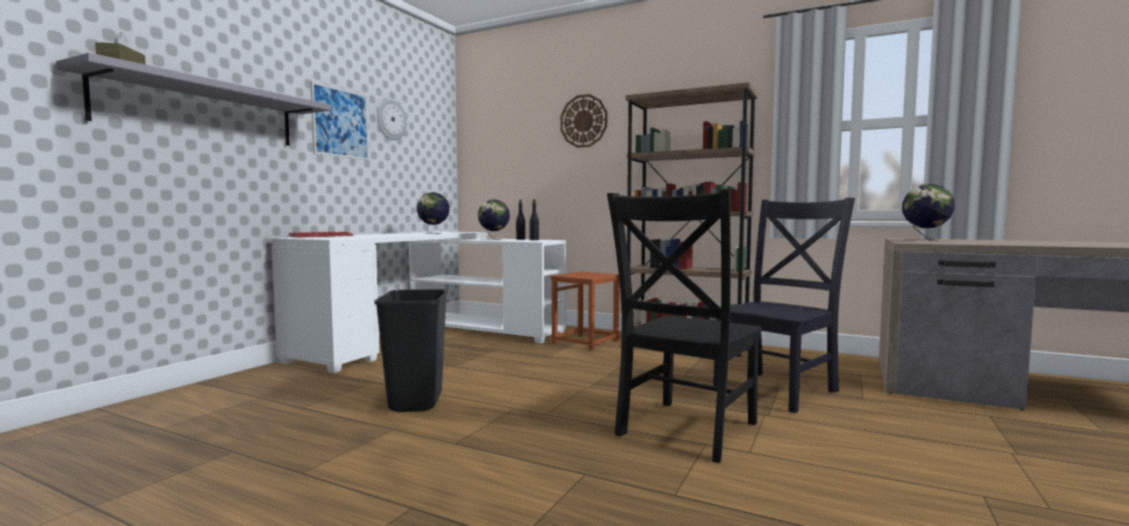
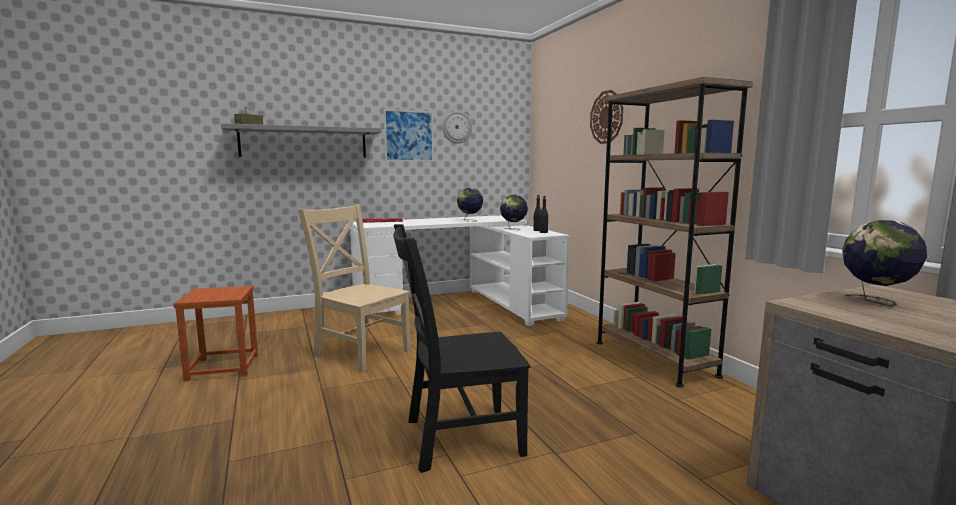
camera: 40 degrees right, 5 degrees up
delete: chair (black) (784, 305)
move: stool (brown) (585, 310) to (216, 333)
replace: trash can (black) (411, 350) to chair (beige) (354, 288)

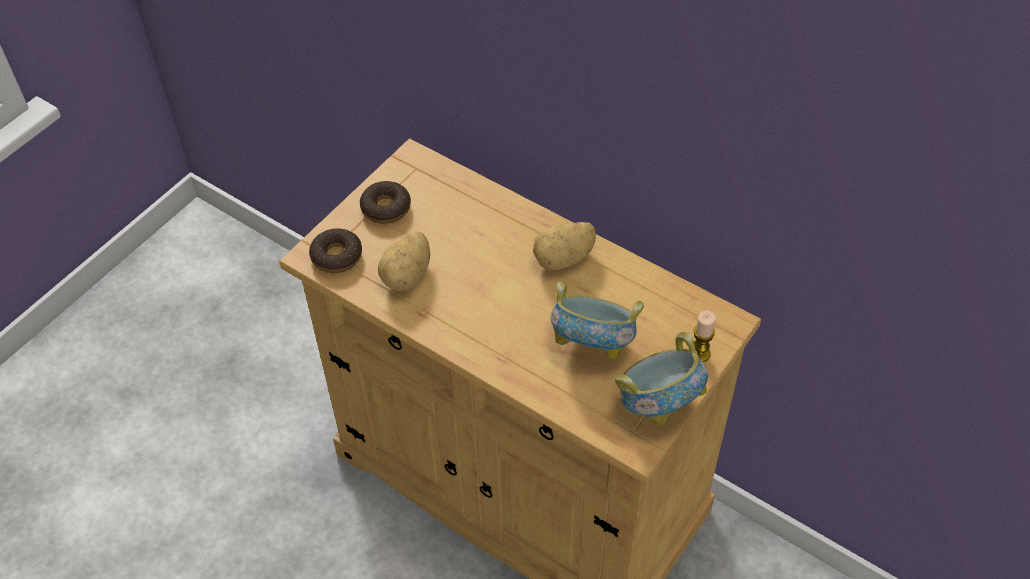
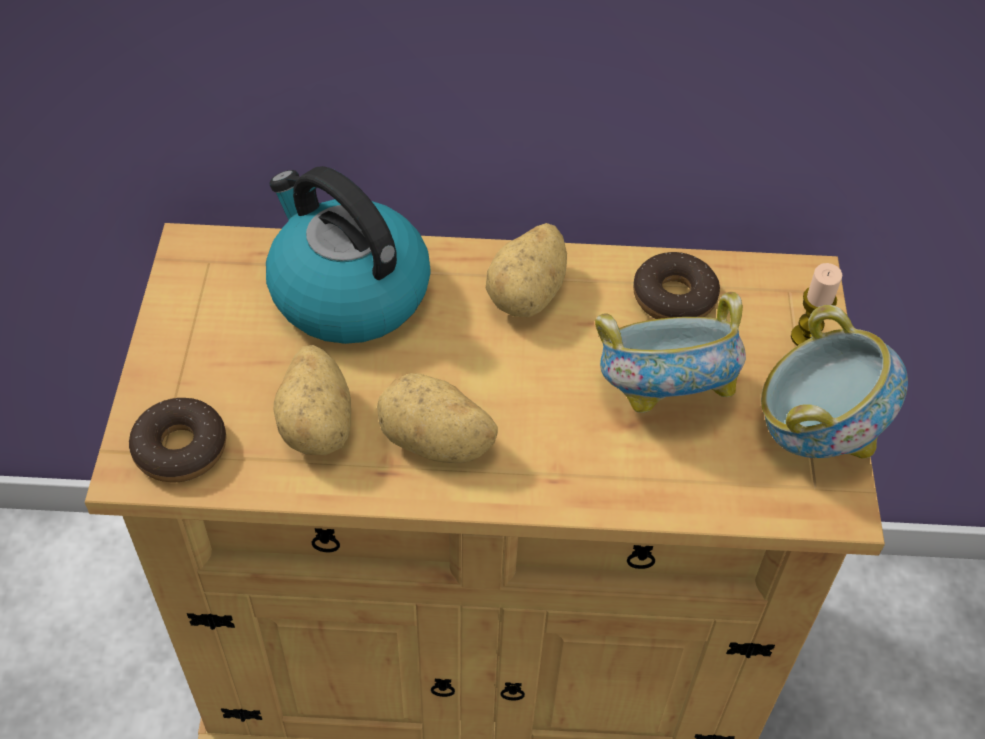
camera: 35 degrees left, 0 degrees up
insert: kettle (348, 255); potato (437, 418)
move: donut (385, 202) to (676, 285)

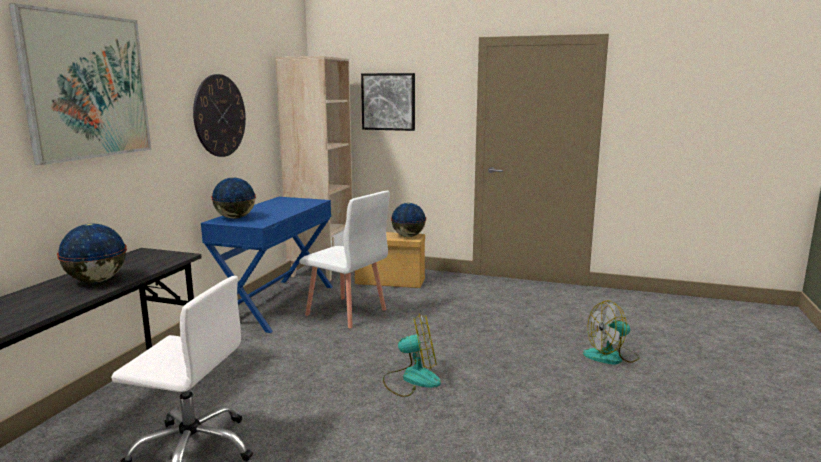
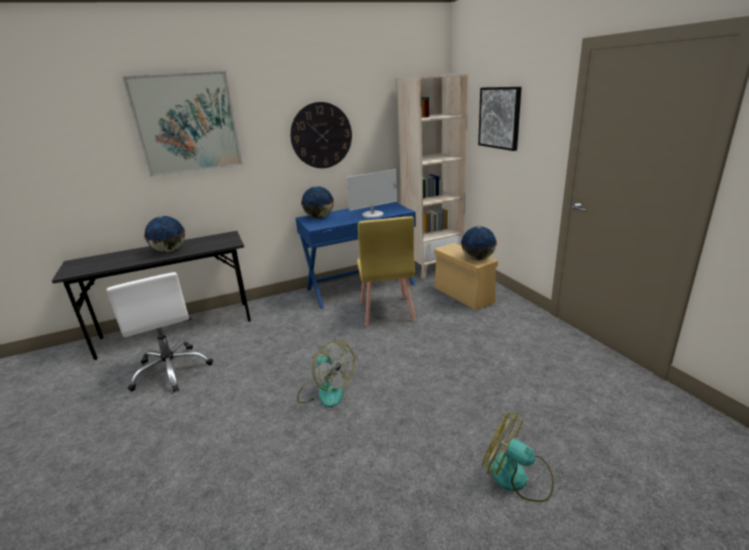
camera: 50 degrees right, 10 degrees up
insert: monitor (371, 193)
recolor: chair (white) (344, 259) to chair (yellow) (386, 271)

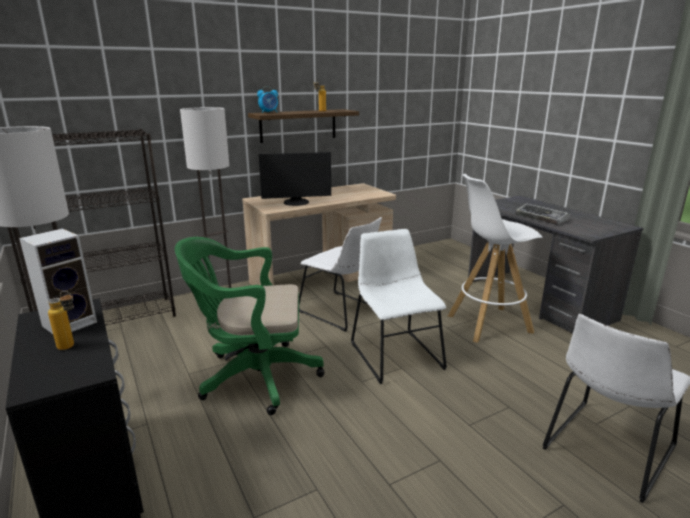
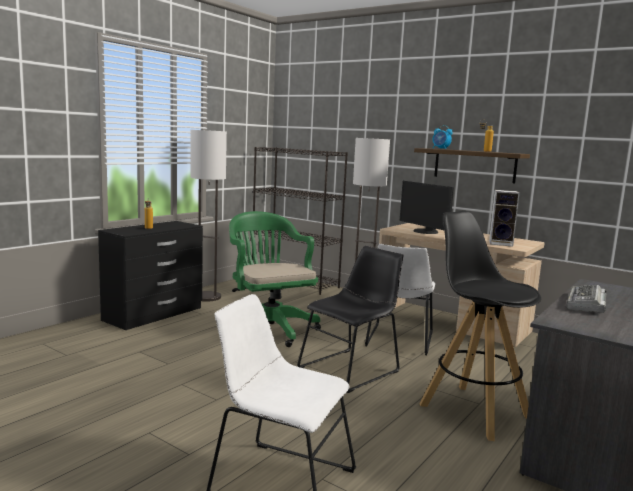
camera: 65 degrees right, 10 degrees down
move: speaker (58, 281) to (504, 218)
recolor: chair (white) (399, 306) to chair (black) (350, 319); stool (white) (495, 258) to stool (black) (480, 326)

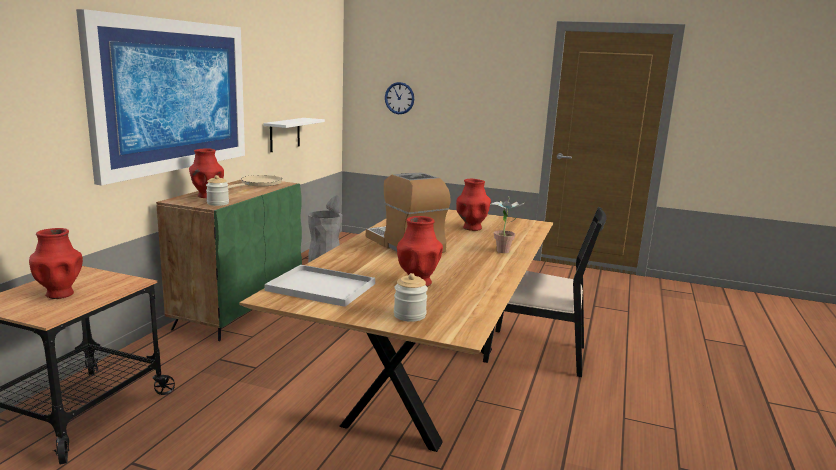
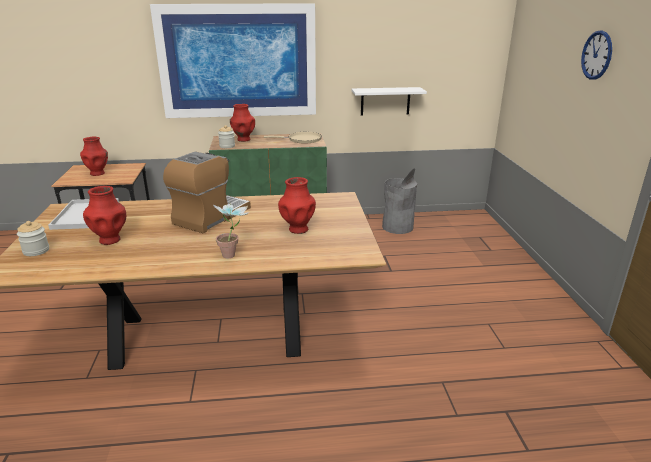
camera: 65 degrees right, 10 degrees up
delete: chair (black) (545, 292)
move: wall clock (399, 98) to (596, 54)

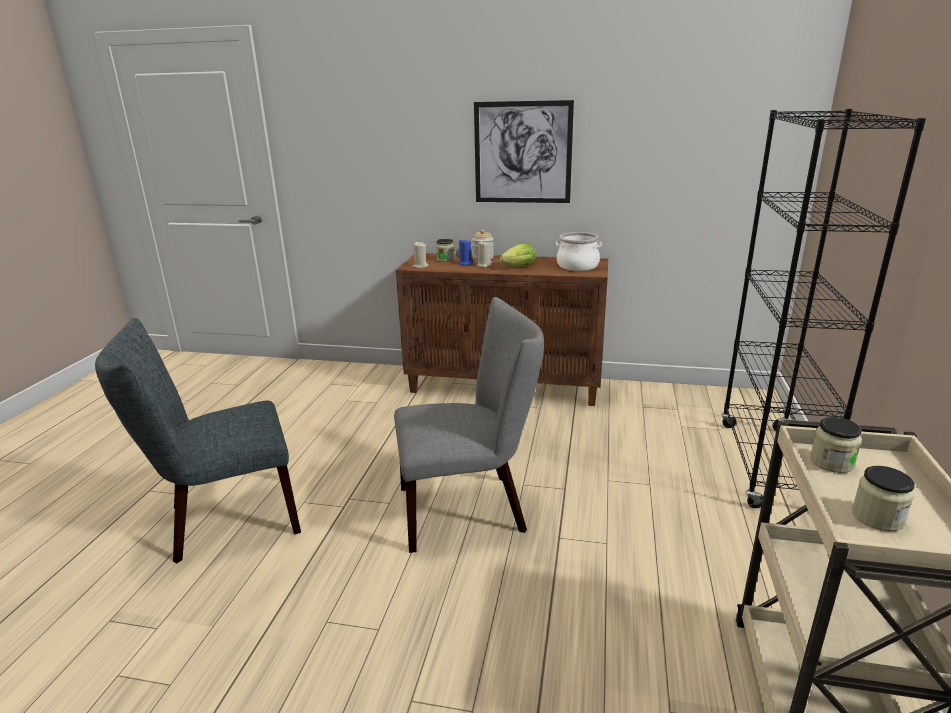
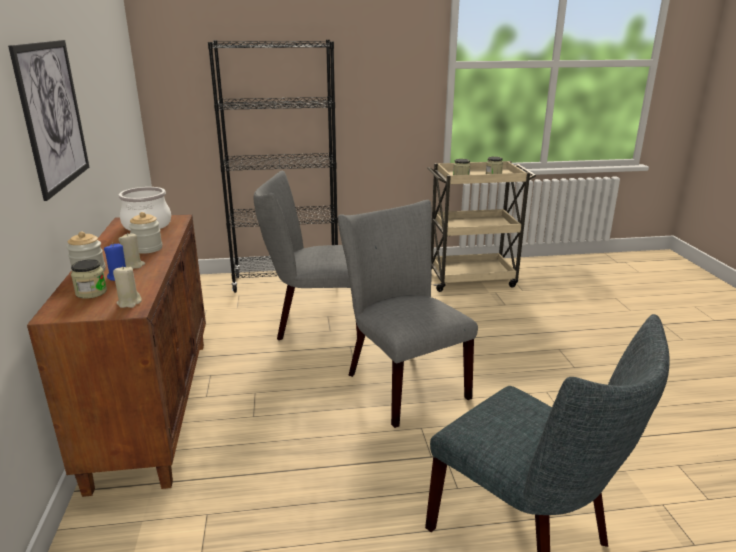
camera: 110 degrees left, 0 degrees up
insert: chair (grey) (306, 255)
replace: lettuce (518, 255) to jar (145, 233)

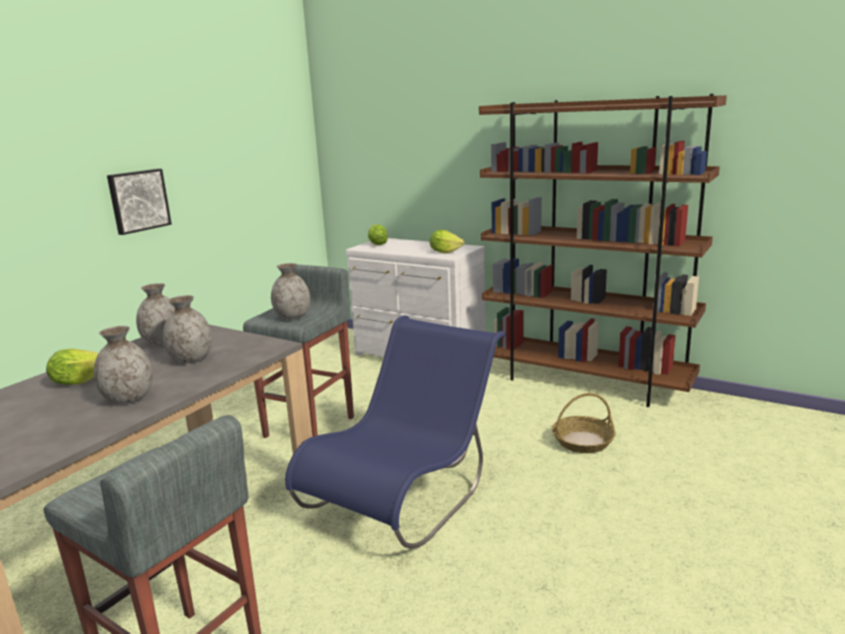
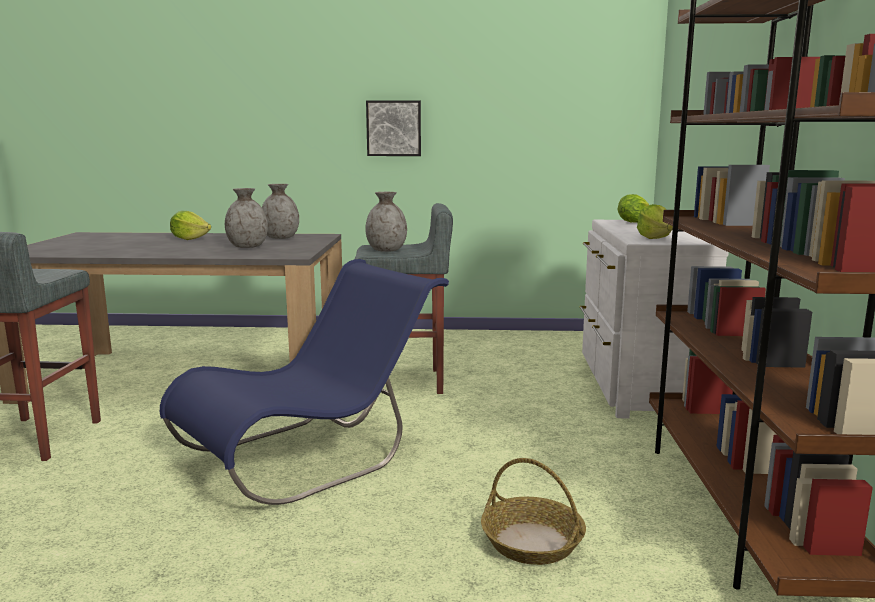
camera: 60 degrees right, 5 degrees down
delete: vase (grey) (123, 365)
rotate: chair (blue) (395, 431) = (304, 382) 45 degrees counterclockwise

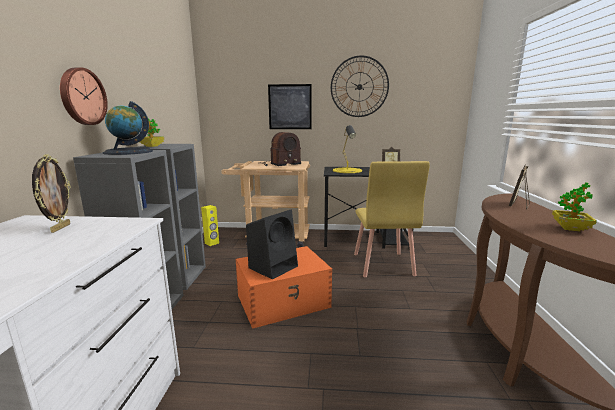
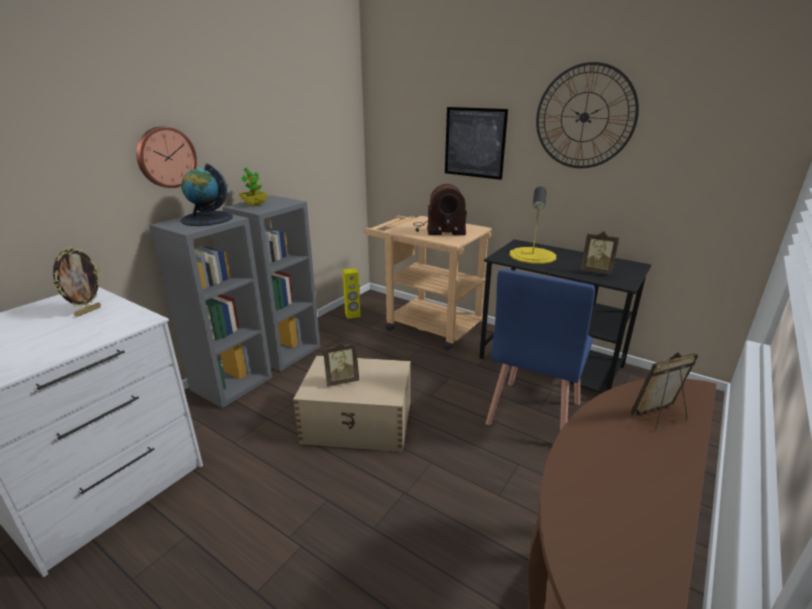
camera: 30 degrees right, 10 degrees up
delete: potted plant (574, 206)
replace: speaker (black) (272, 244) to picture frame (341, 364)
recolor: storage box (orange) (283, 287) to storage box (beige) (352, 404); chair (yellow) (392, 219) to chair (blue) (540, 350)

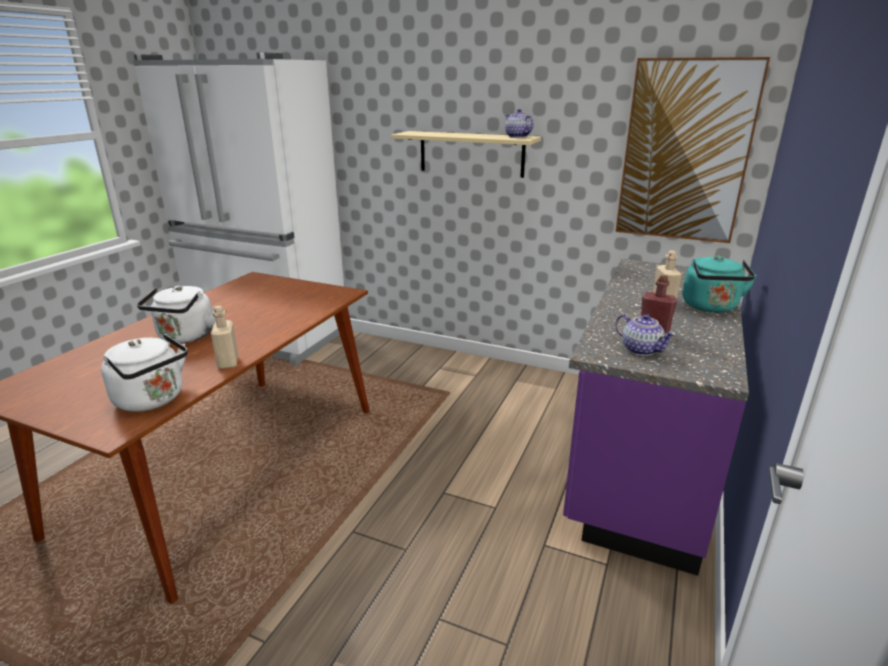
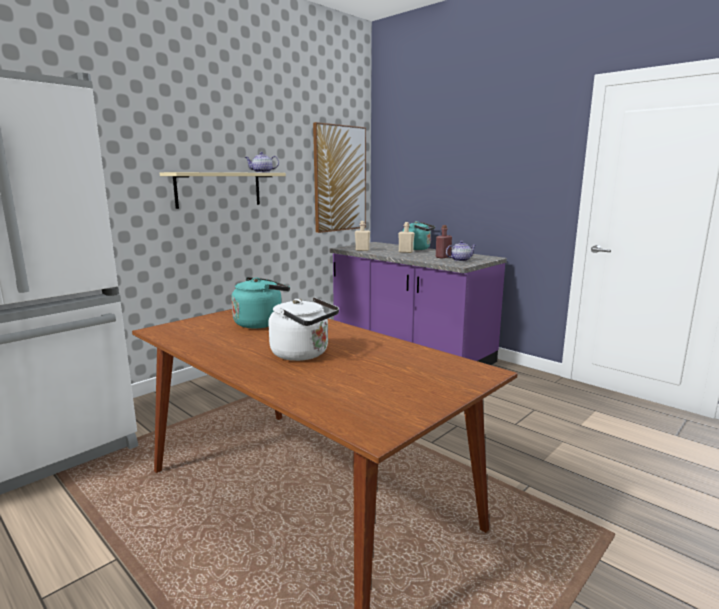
camera: 70 degrees left, 10 degrees down
delete: kettle (white) (144, 373)
insert: kettle (turquoise) (261, 302)
move: bottle (beige) (224, 337) to (362, 236)

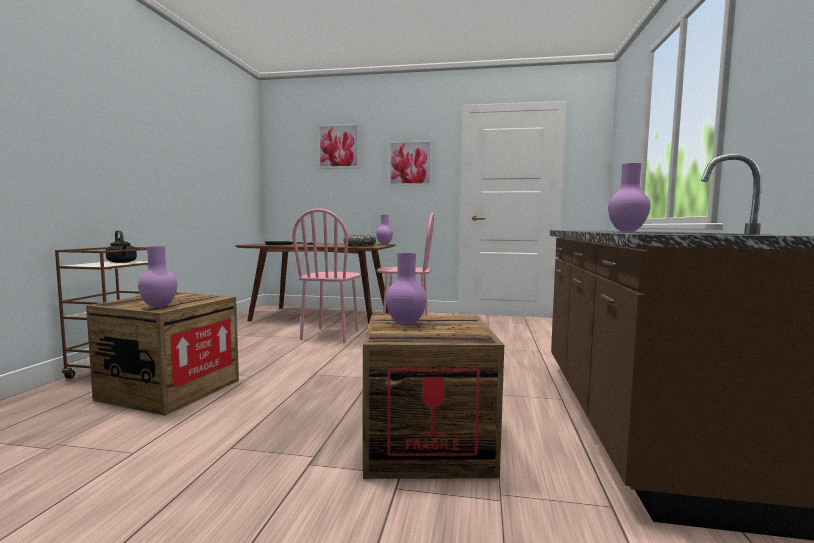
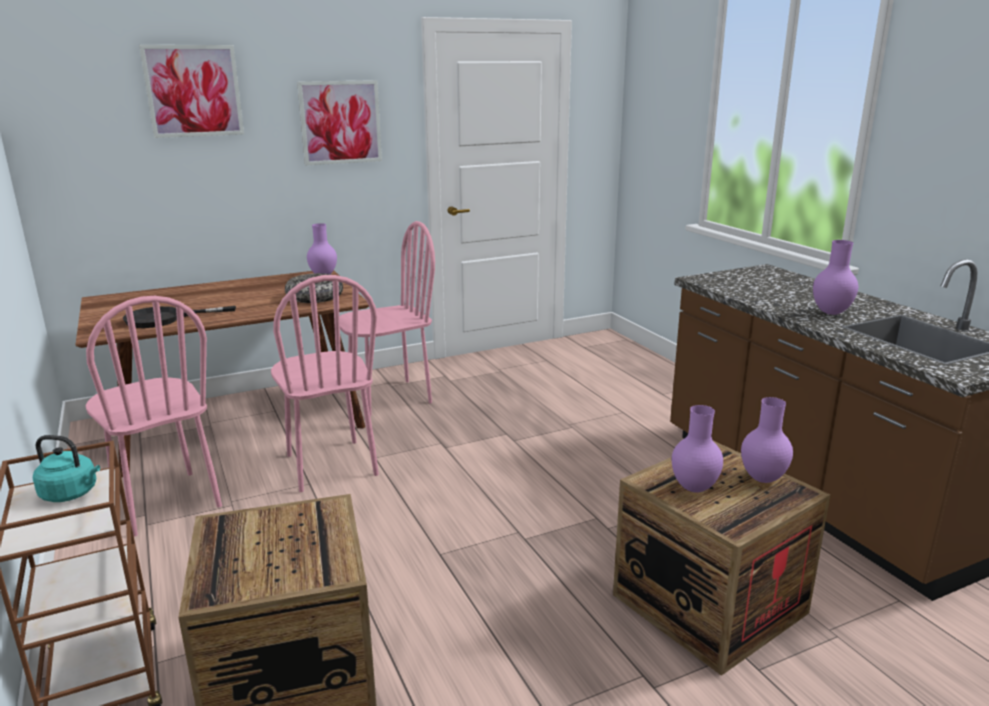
camera: 35 degrees left, 15 degrees up
insert: chair (pink) (153, 416)
move: vase (purple) (158, 277) to (767, 440)
recolor: kettle (black) (121, 246) to kettle (turquoise) (66, 468)

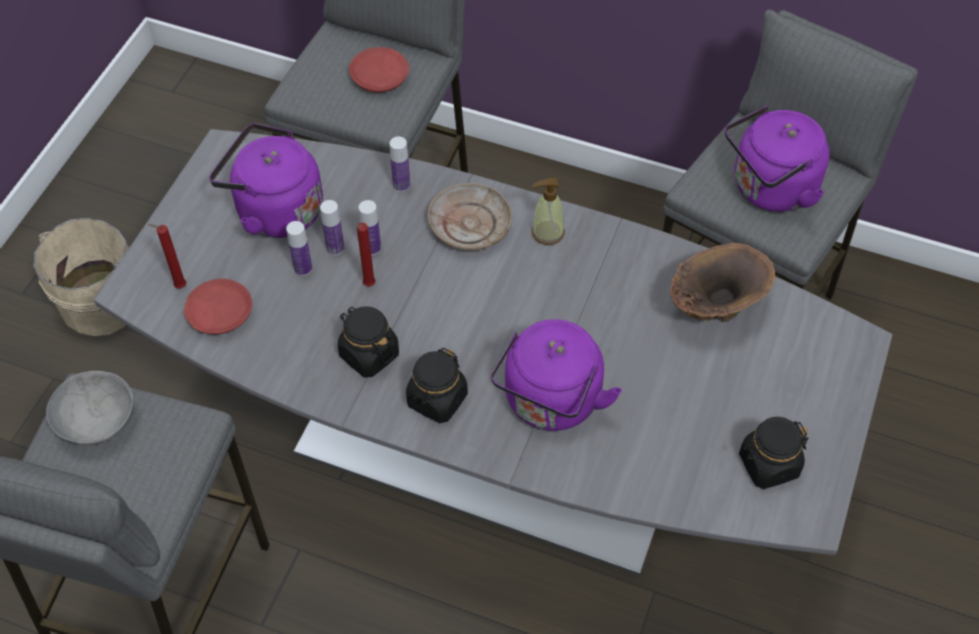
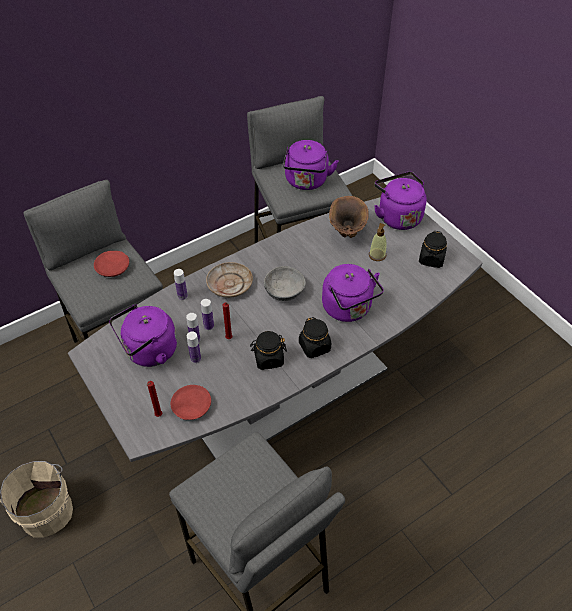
camera: 55 degrees left, 5 degrees down
insert: kettle (purple) (401, 201)
move: bowl (grey) (90, 408) to (285, 283); soap dispenser (548, 211) to (378, 242)

